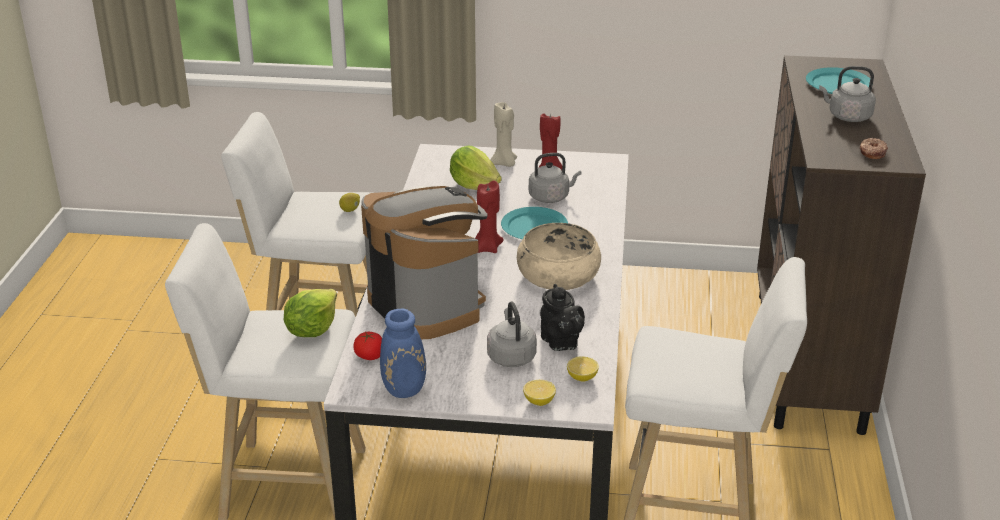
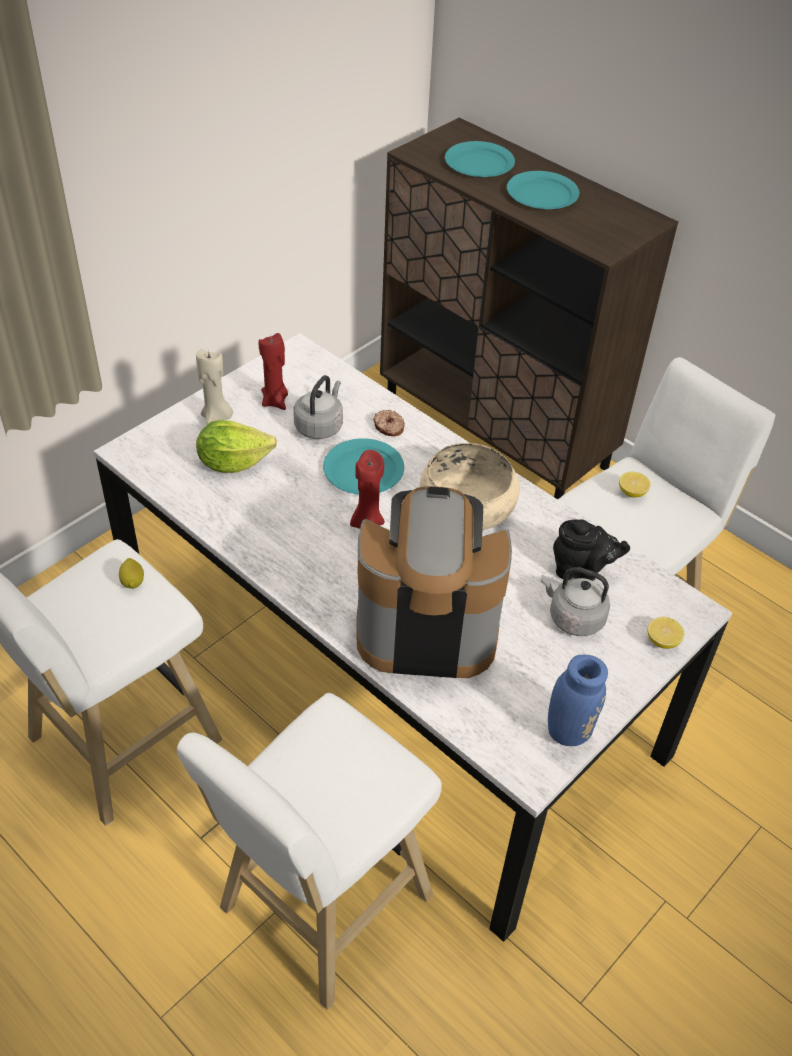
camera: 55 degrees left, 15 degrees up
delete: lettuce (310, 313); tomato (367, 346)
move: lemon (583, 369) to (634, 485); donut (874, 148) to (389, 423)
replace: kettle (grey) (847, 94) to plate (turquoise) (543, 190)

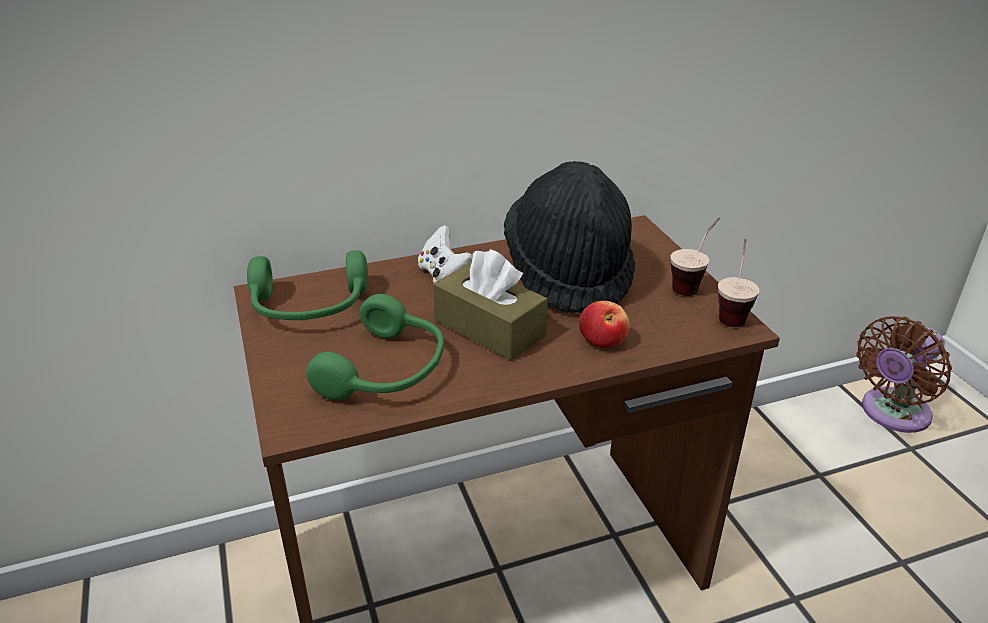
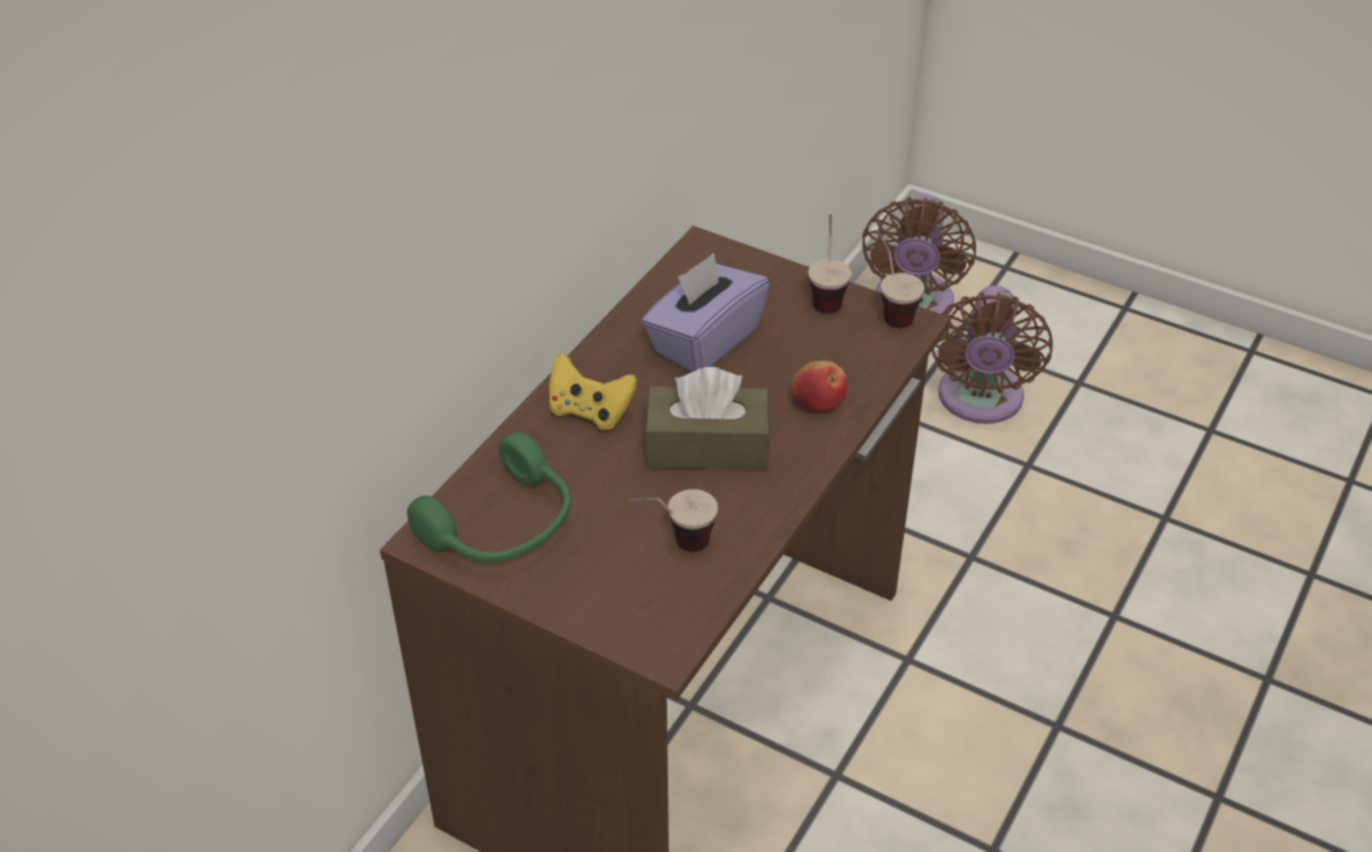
camera: 40 degrees left, 10 degrees up
insert: fan (brown) (992, 354)
replace: headphones (green) (375, 347) to cup (673, 520); hat (black) (569, 237) to tissue box (purple) (705, 312)
recolor: game controller (white) (445, 254) to game controller (yellow) (593, 391)

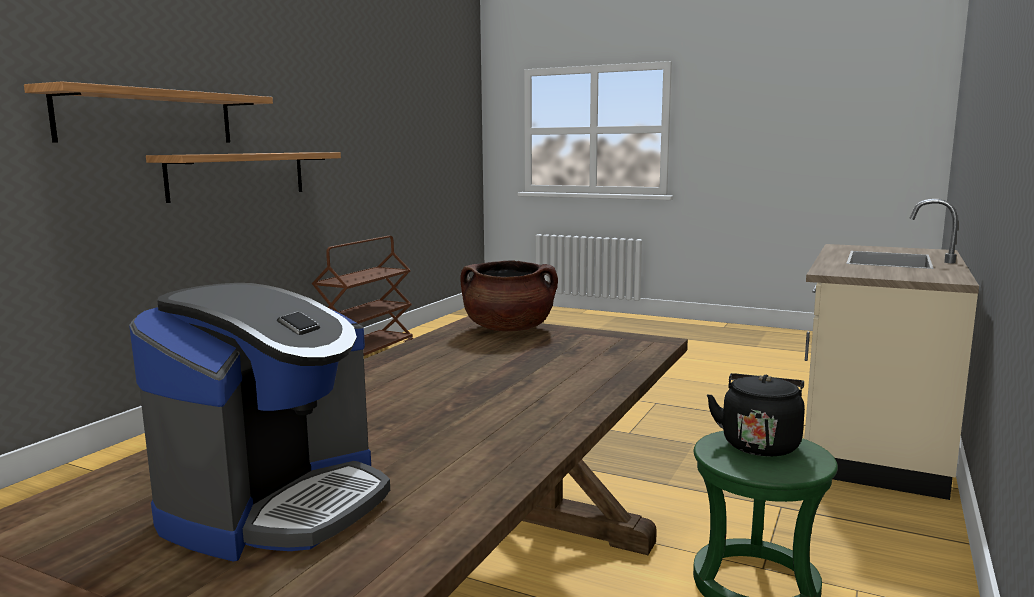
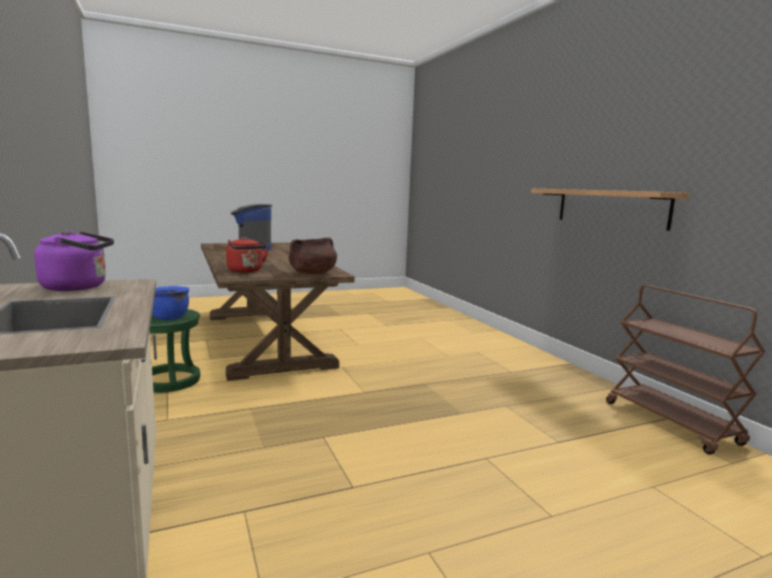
camera: 130 degrees right, 0 degrees up
delete: shelf (148, 112)
insert: kettle (purple) (74, 260); kettle (red) (247, 255)
replace: kettle (black) (756, 415) to cooking pot (blue) (171, 303)

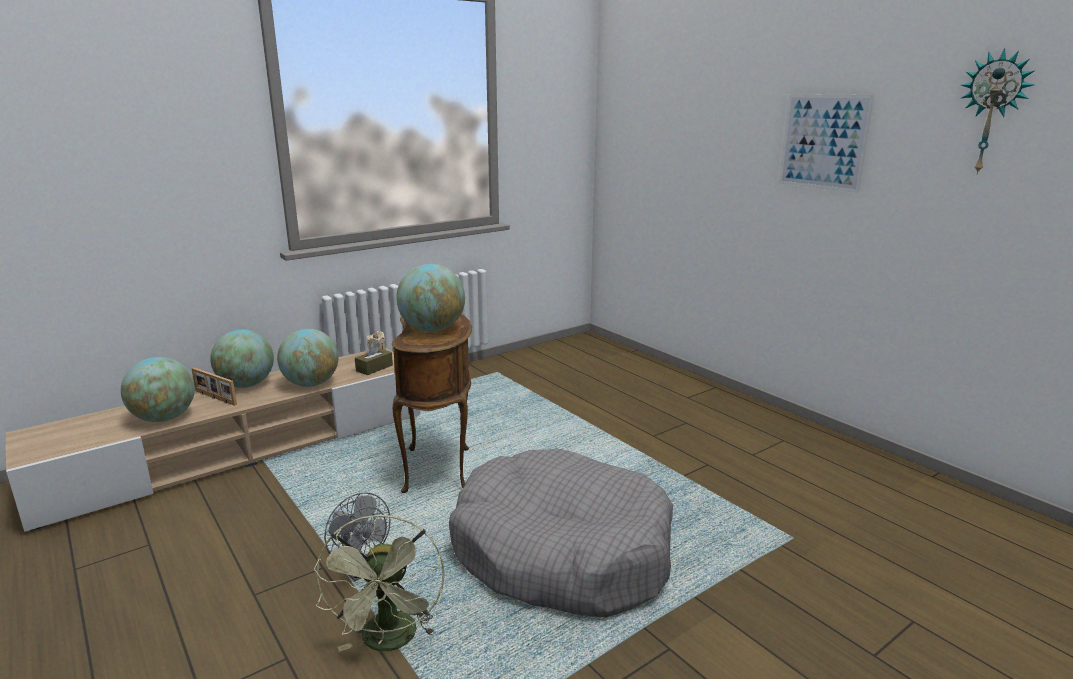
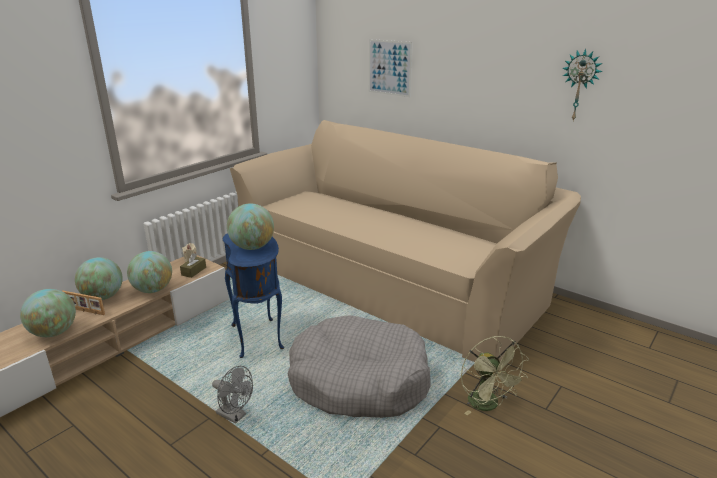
camera: 15 degrees left, 5 degrees up
insert: sofa (beige) (405, 241)
move: fan (green) (379, 583) to (495, 375); picture (826, 143) to (391, 68)
recolor: side table (brown) (432, 403) to side table (blue) (253, 295)

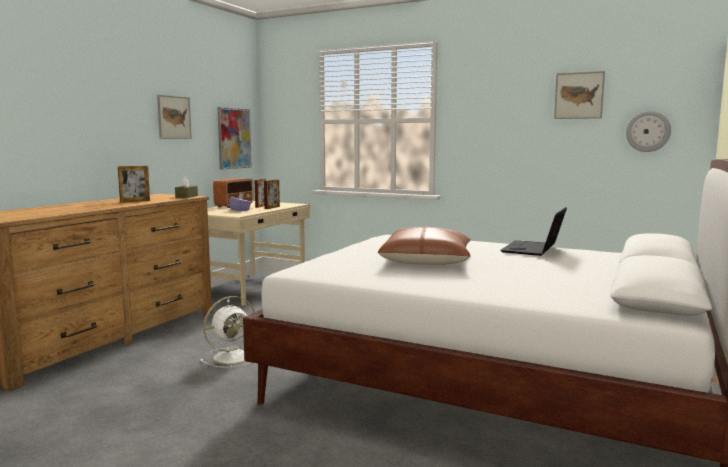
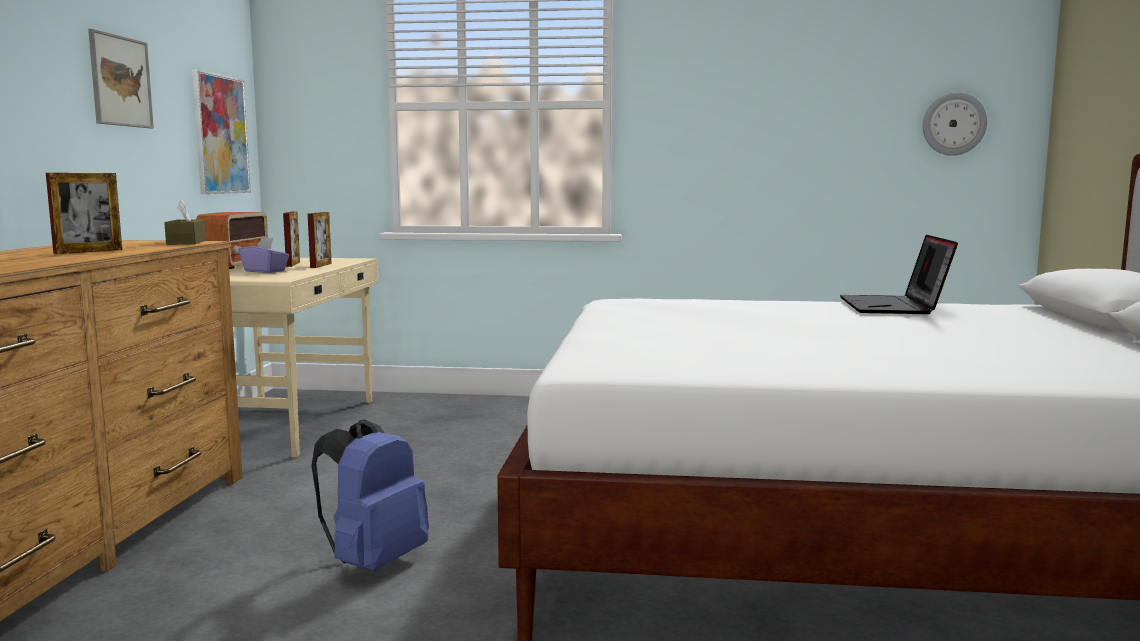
camera: 20 degrees left, 0 degrees up
delete: pillow (brown) (424, 246); picture (579, 95)
replace: fan (white) (227, 332) to backpack (blue) (370, 495)

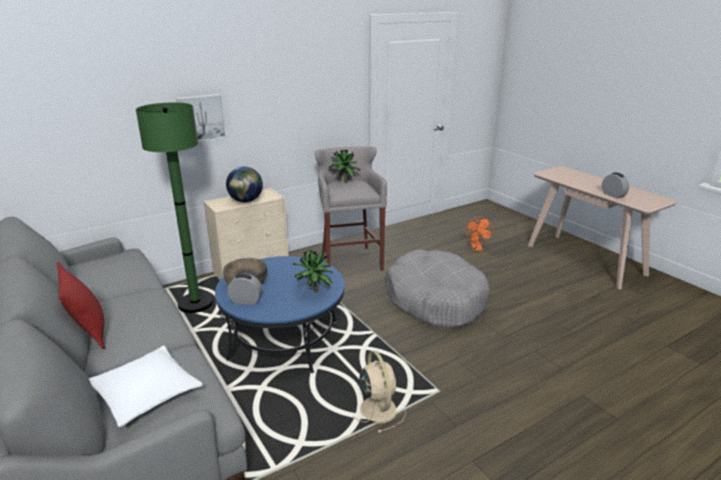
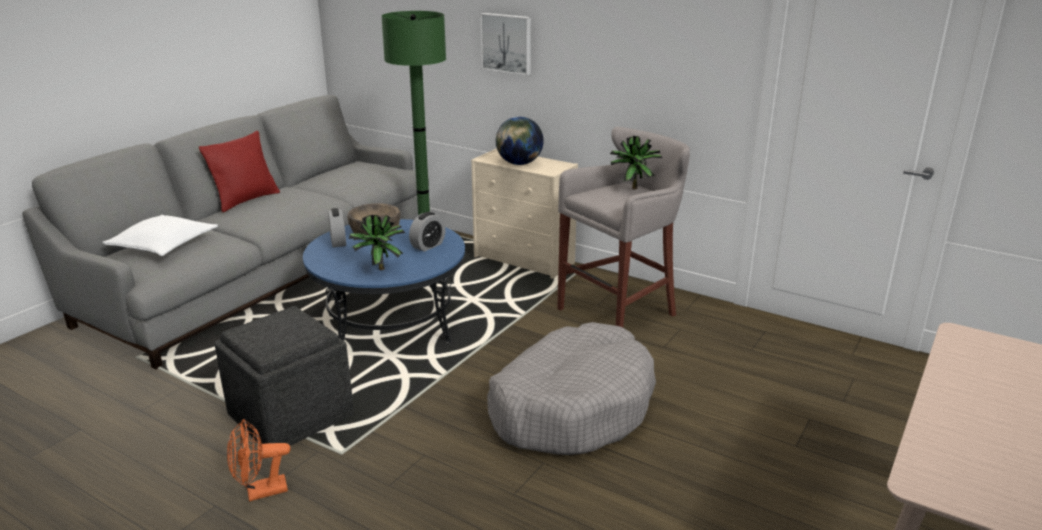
camera: 65 degrees right, 0 degrees up
move: fan (orange) (479, 234) to (258, 460); alarm clock (615, 185) to (427, 232)
replace: fan (beige) (379, 392) to ottoman (grey) (284, 376)

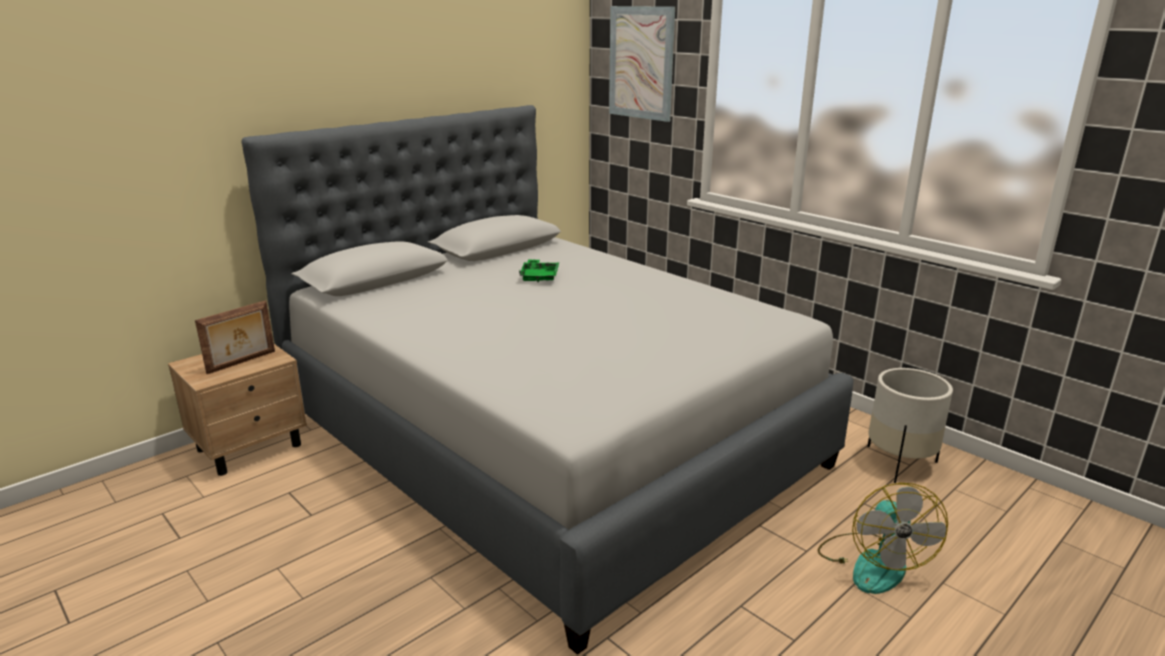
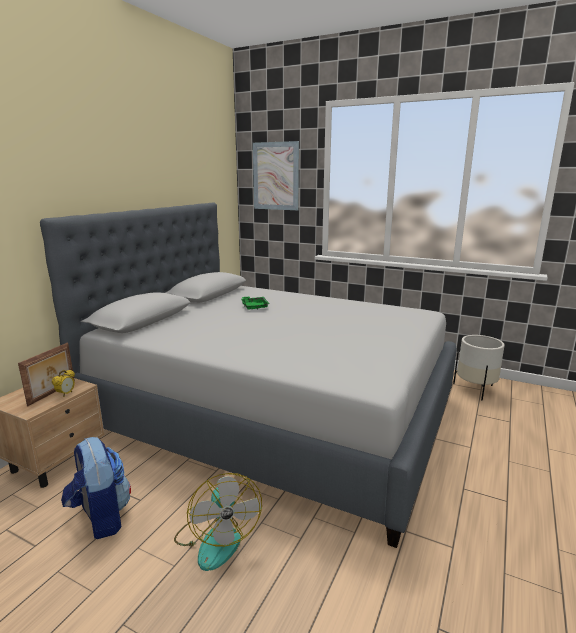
camera: 20 degrees left, 5 degrees down
insert: alarm clock (63, 383); backpack (96, 488)
move: fan (882, 538) to (218, 522)

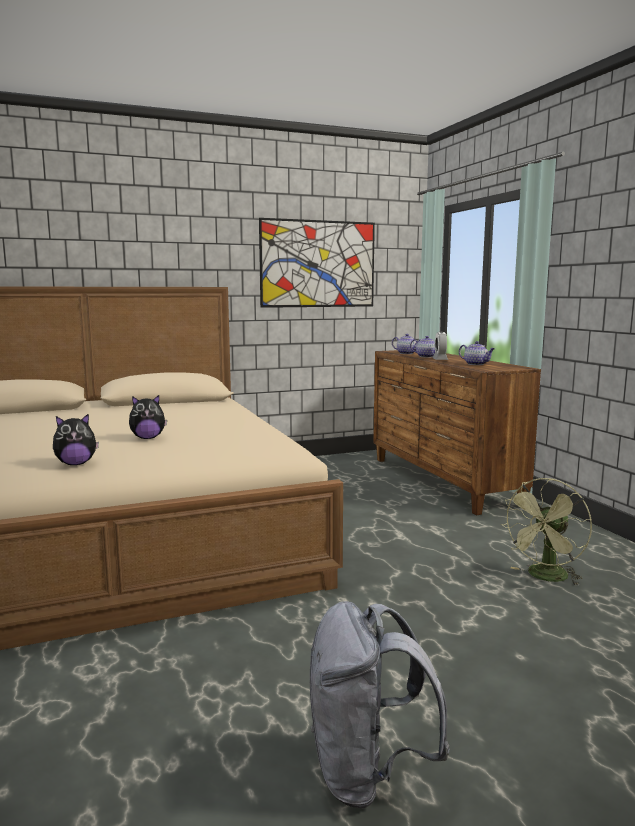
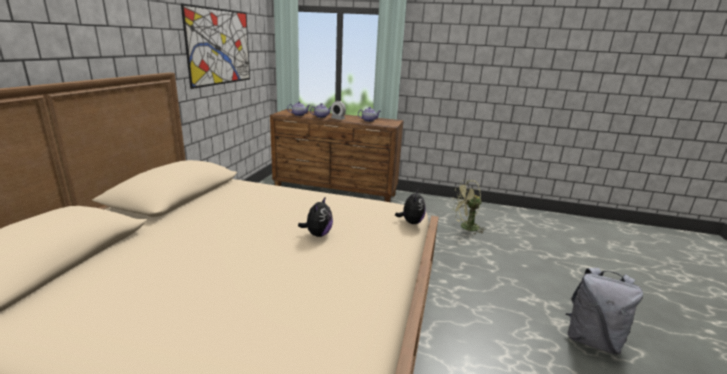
camera: 55 degrees left, 10 degrees up
move: plush toy (76, 439) to (410, 206)
rotate: fan (green) (546, 532) = (469, 207) 90 degrees clockwise

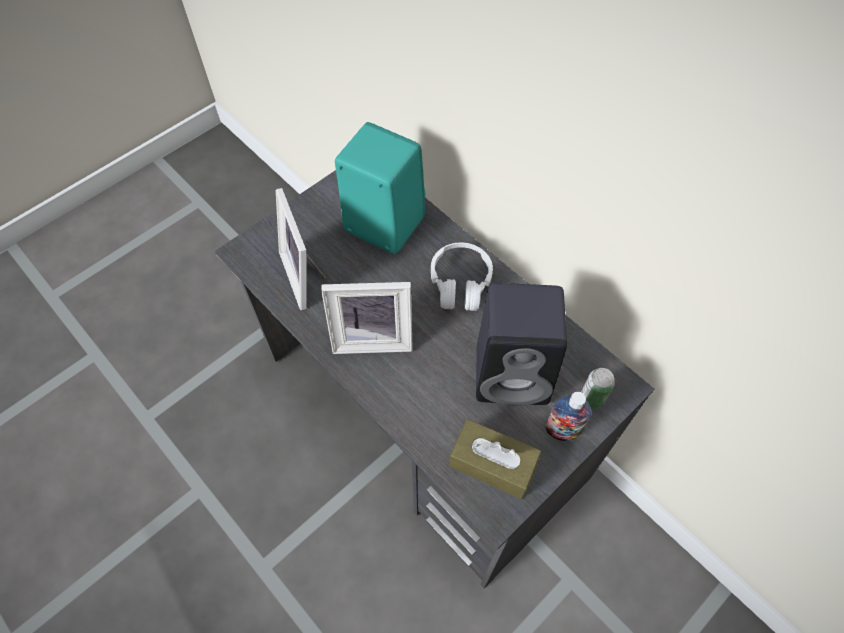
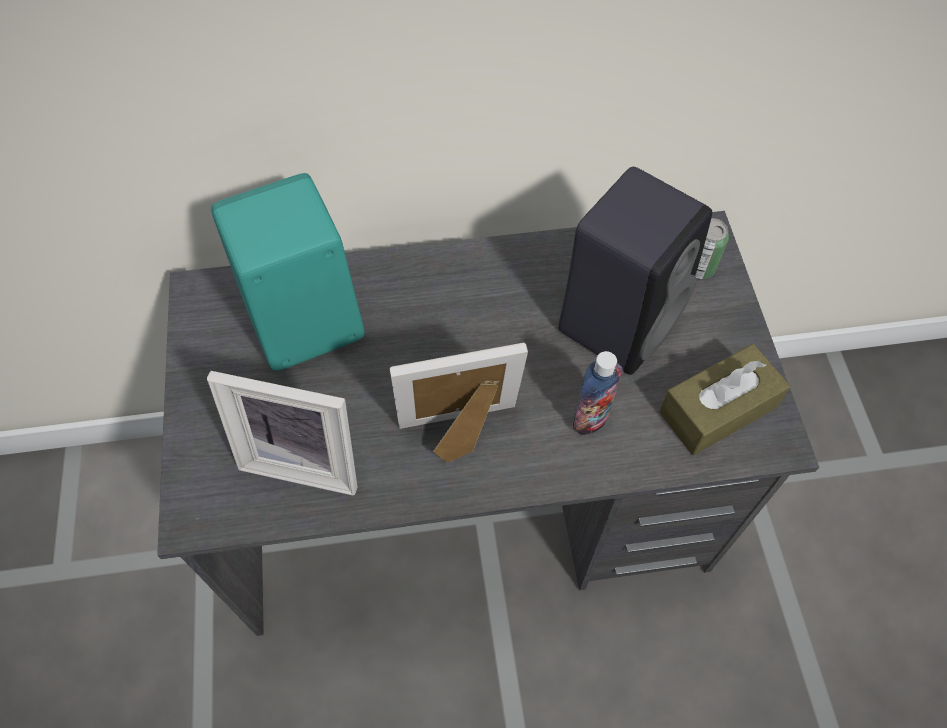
camera: 55 degrees left, 0 degrees up
delete: headphones (white) (462, 277)
move: bottle (568, 416) to (598, 393)
rotate: picture frame (367, 318) = (459, 403) 135 degrees counterclockwise

